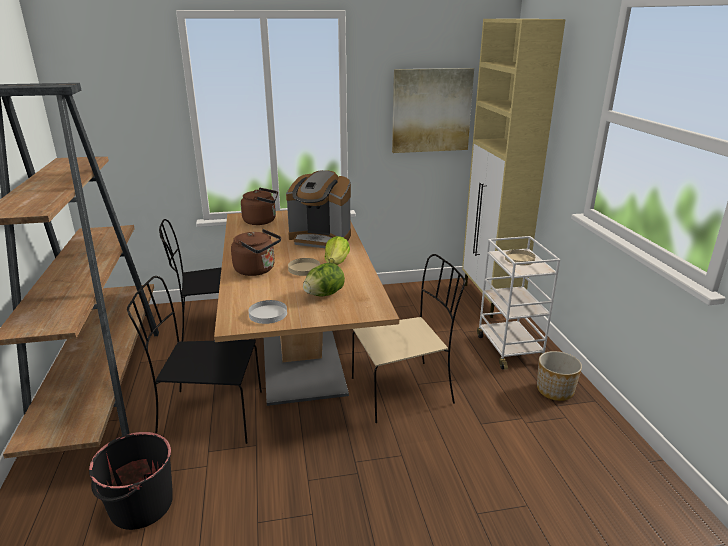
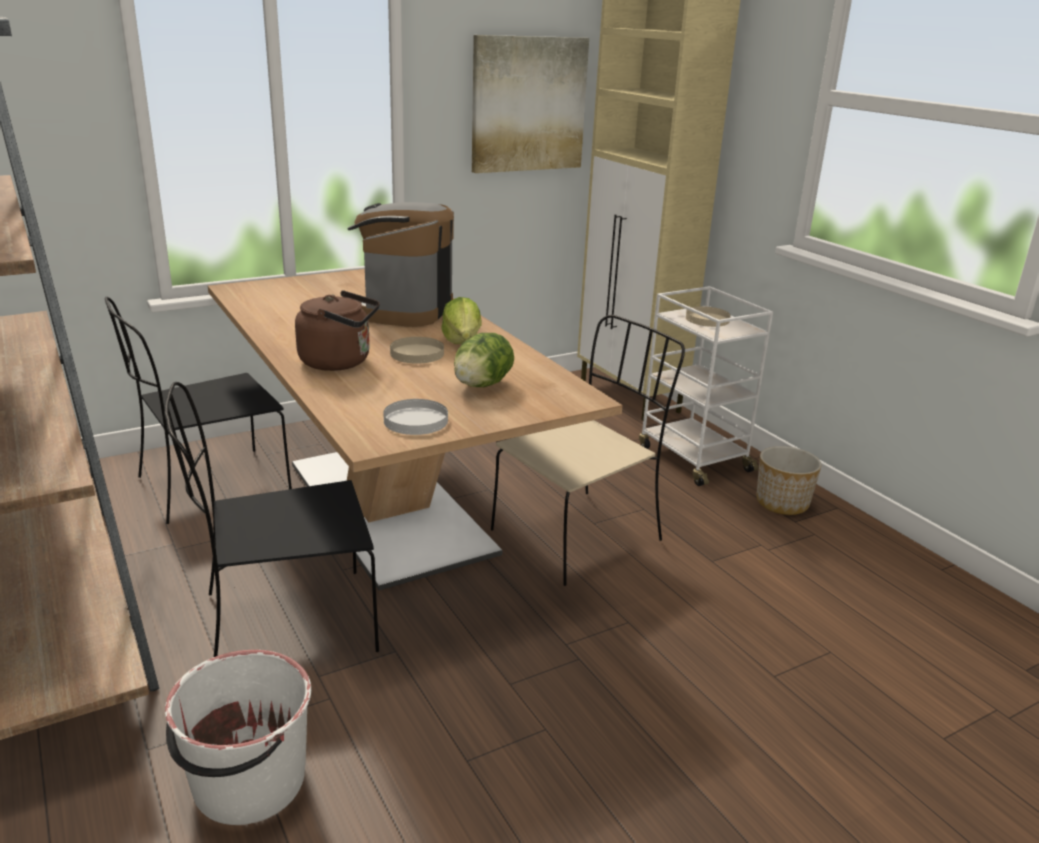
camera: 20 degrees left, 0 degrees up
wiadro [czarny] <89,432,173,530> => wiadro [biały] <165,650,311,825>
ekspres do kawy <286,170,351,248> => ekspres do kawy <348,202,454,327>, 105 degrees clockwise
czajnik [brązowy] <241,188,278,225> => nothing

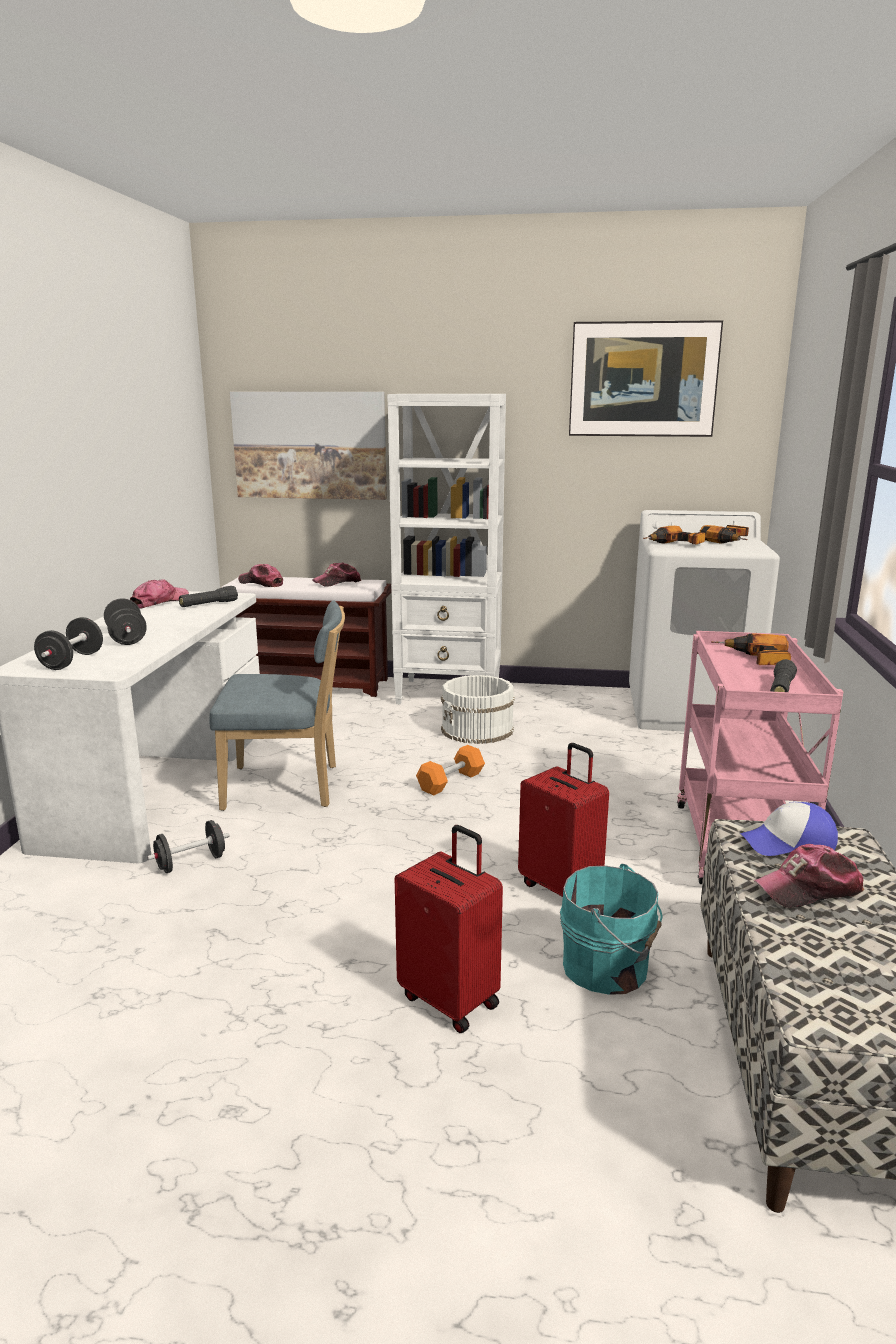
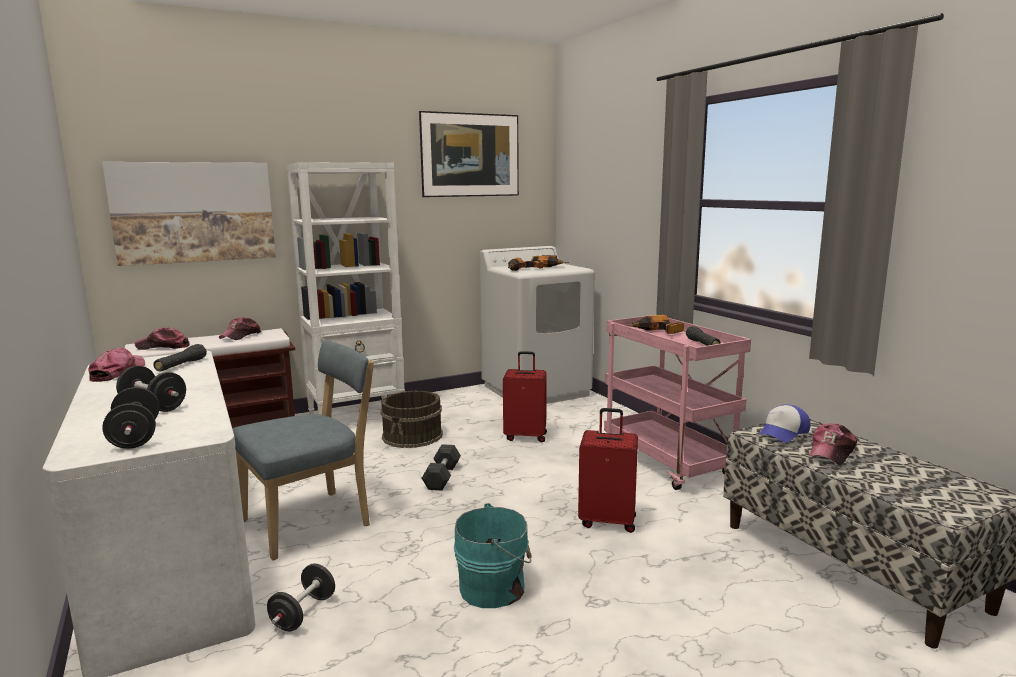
camera: 35 degrees left, 5 degrees down
wiadro [biały] <441,675,515,744> => wiadro [brązowy] <380,391,443,448>
hantel [pomarańczowy] <416,745,485,795> => hantel [szary] <421,444,461,490>
wiadro [turkusowy] <560,863,663,995> => wiadro [turkusowy] <454,503,532,608>, relocated
walizka [czerwony] <395,825,503,1033> => walizka [czerwony] <503,351,547,442>, relocated

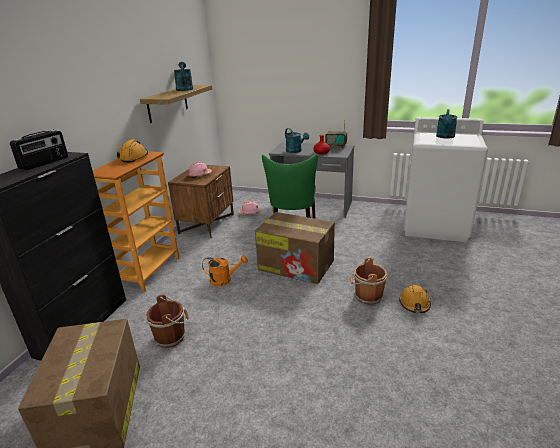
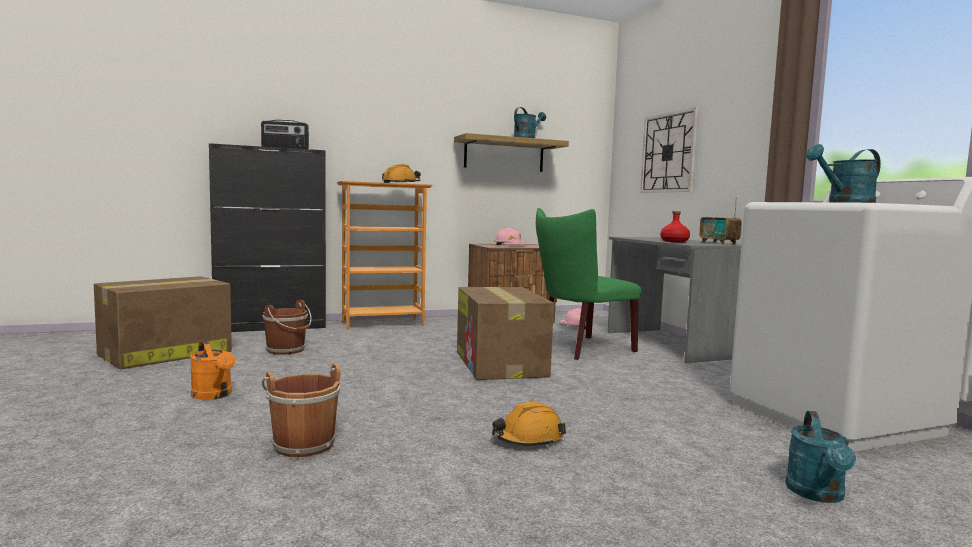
camera: 50 degrees right, 20 degrees down
konewka [pomarańczowy] <202,255,248,286> => konewka [pomarańczowy] <190,340,236,400>, relocated
wiadro [brązowy] <350,257,387,304> => wiadro [brązowy] <262,364,341,457>, relocated
nothing => zegar ścienny <640,107,698,193>
konewka [turkusowy] <285,128,309,153> => konewka [turkusowy] <785,411,856,503>, relocated

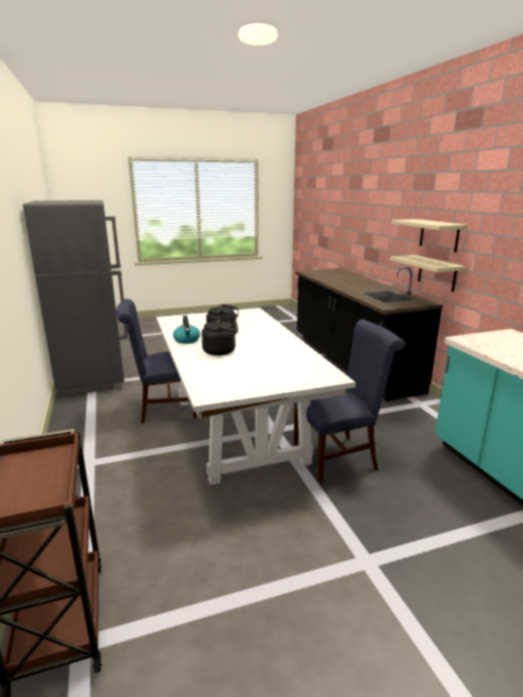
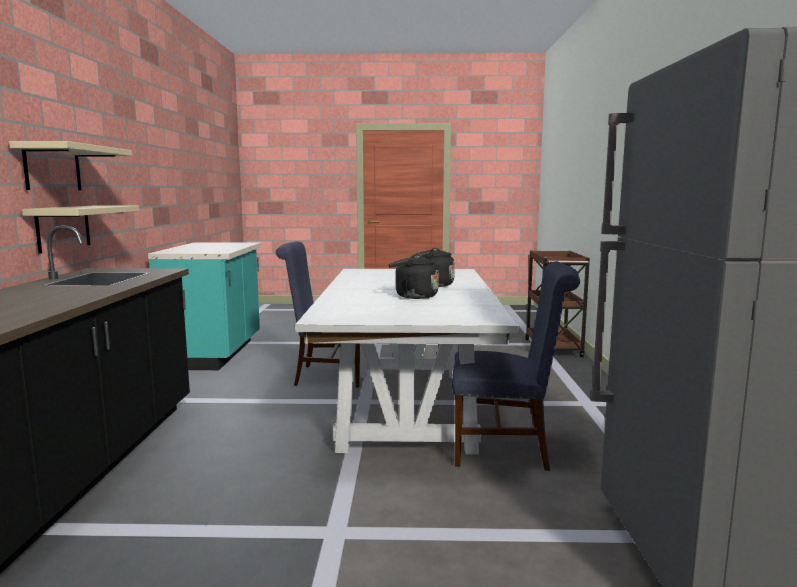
camera: 160 degrees left, 10 degrees down
czajnik <173,315,200,344> => nothing

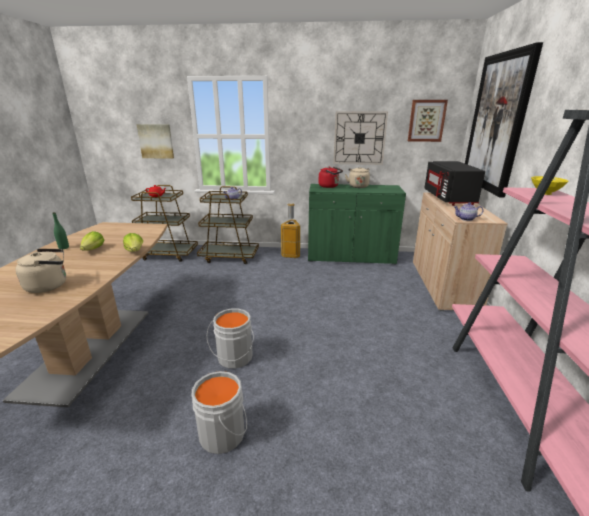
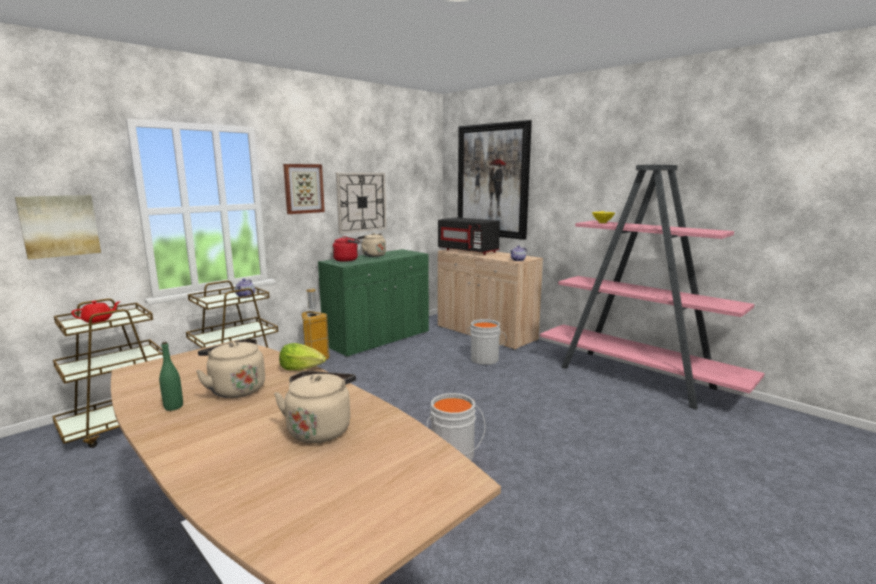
camera: 50 degrees left, 10 degrees down
sałata <80,231,105,250> => czajnik [beżowy] <196,339,265,398>
obraz <408,100,448,142> => obraz <283,164,325,214>, relocated
wiadro [szary] <192,371,247,454> => wiadro [szary] <467,319,507,365>, relocated

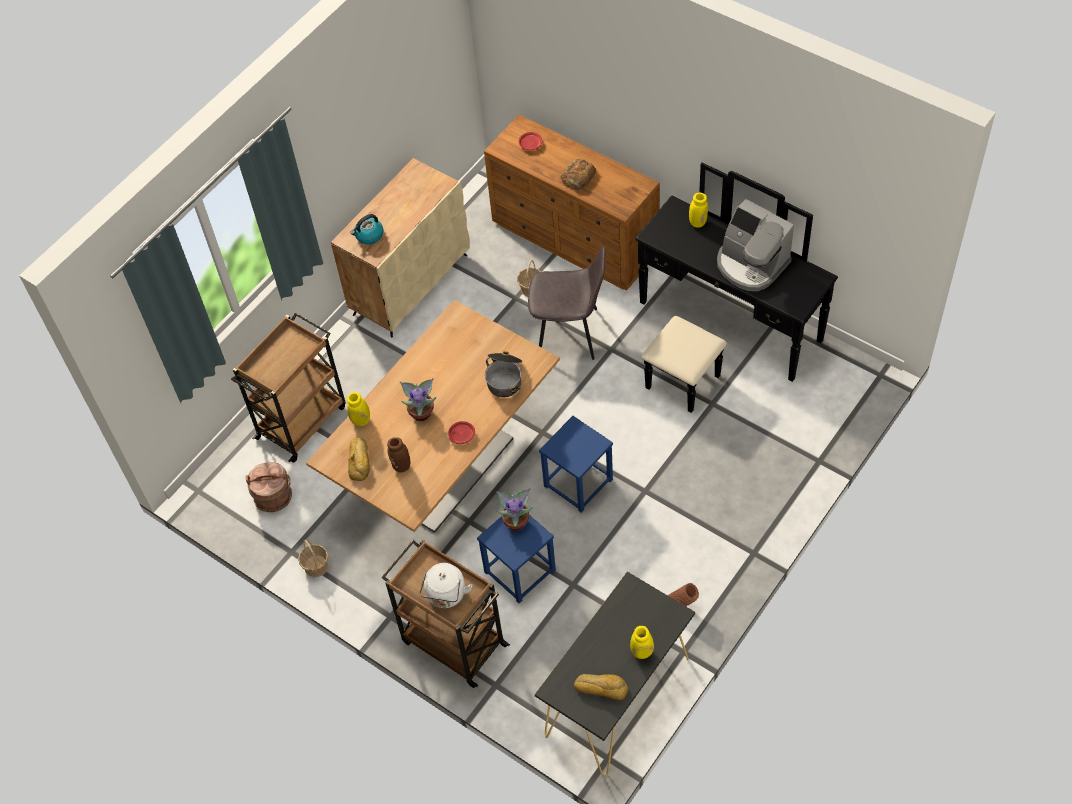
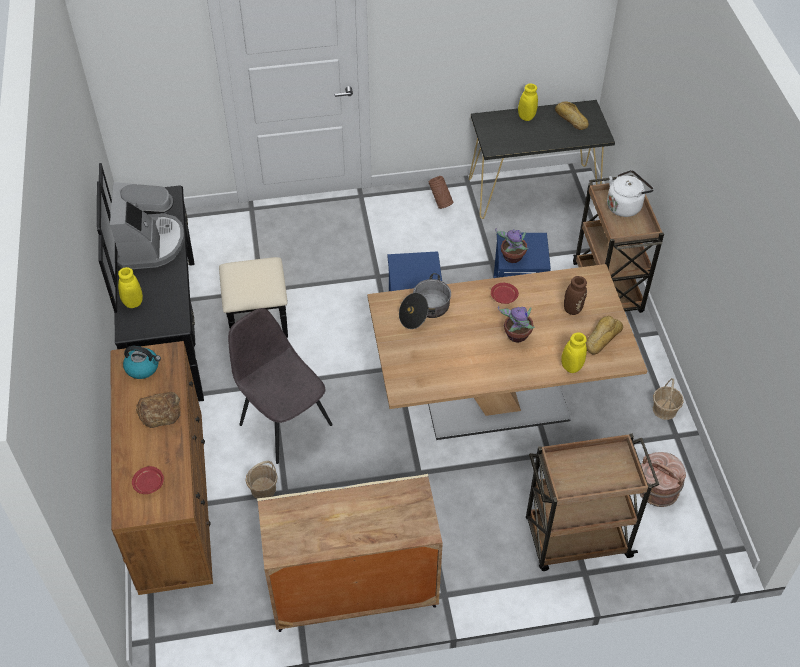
camera: 140 degrees left, 5 degrees down
czajnik <350,214,383,244> => czajnik <123,346,161,379>, relocated

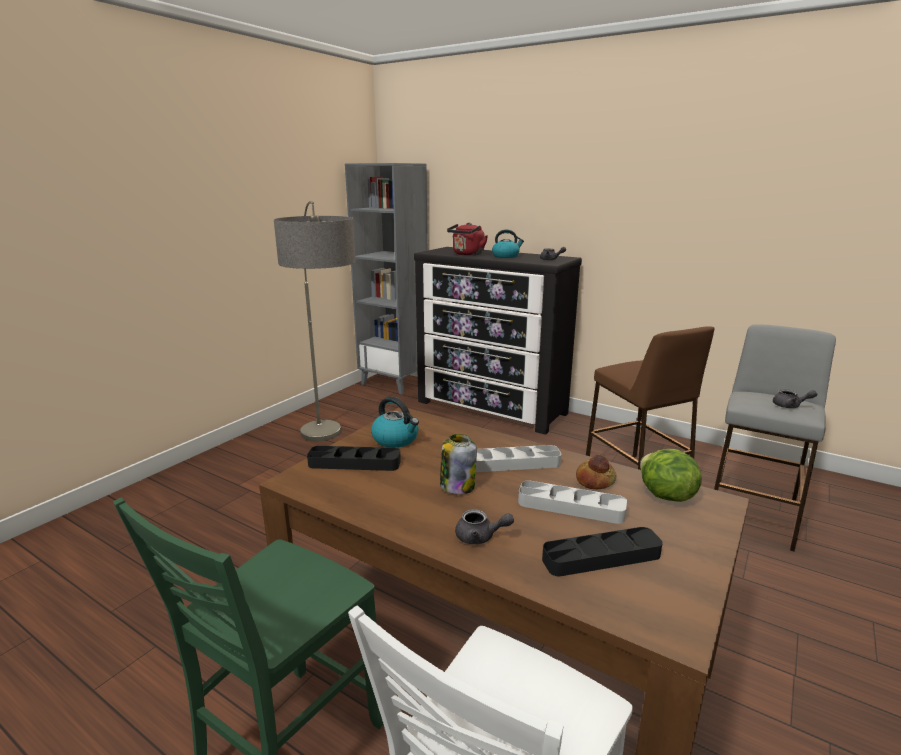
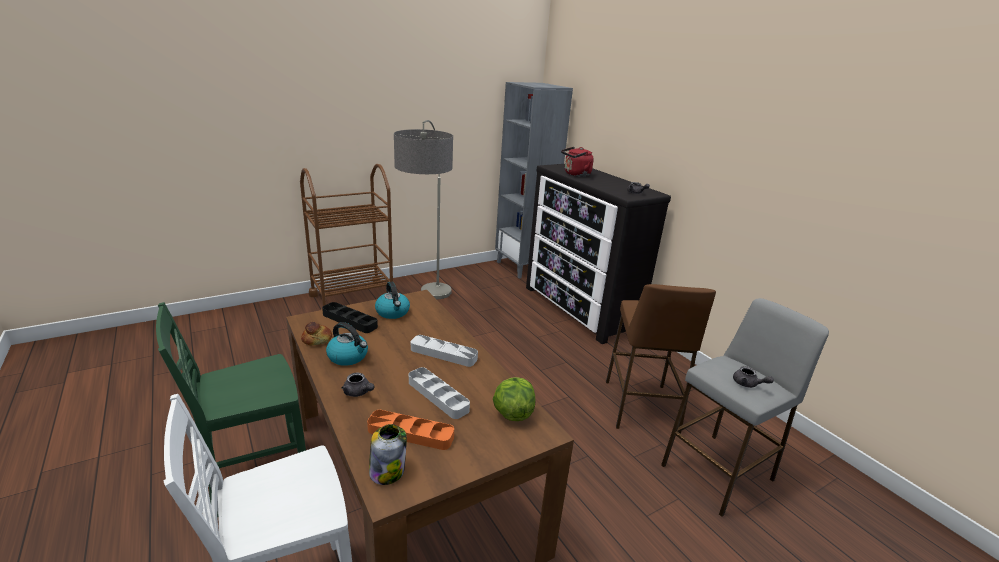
camera: 25 degrees right, 5 degrees up
nothing => wózek [brązowy] <300,164,393,310>
chleb <576,454,617,489> => chleb <301,322,332,345>, relocated
czajnik <492,229,524,258> => czajnik <326,322,368,366>, relocated
taca [czarny] <542,527,663,576> => taca [pomarańczowy] <367,410,454,450>
słoik <440,434,477,494> => słoik <369,424,407,485>, relocated

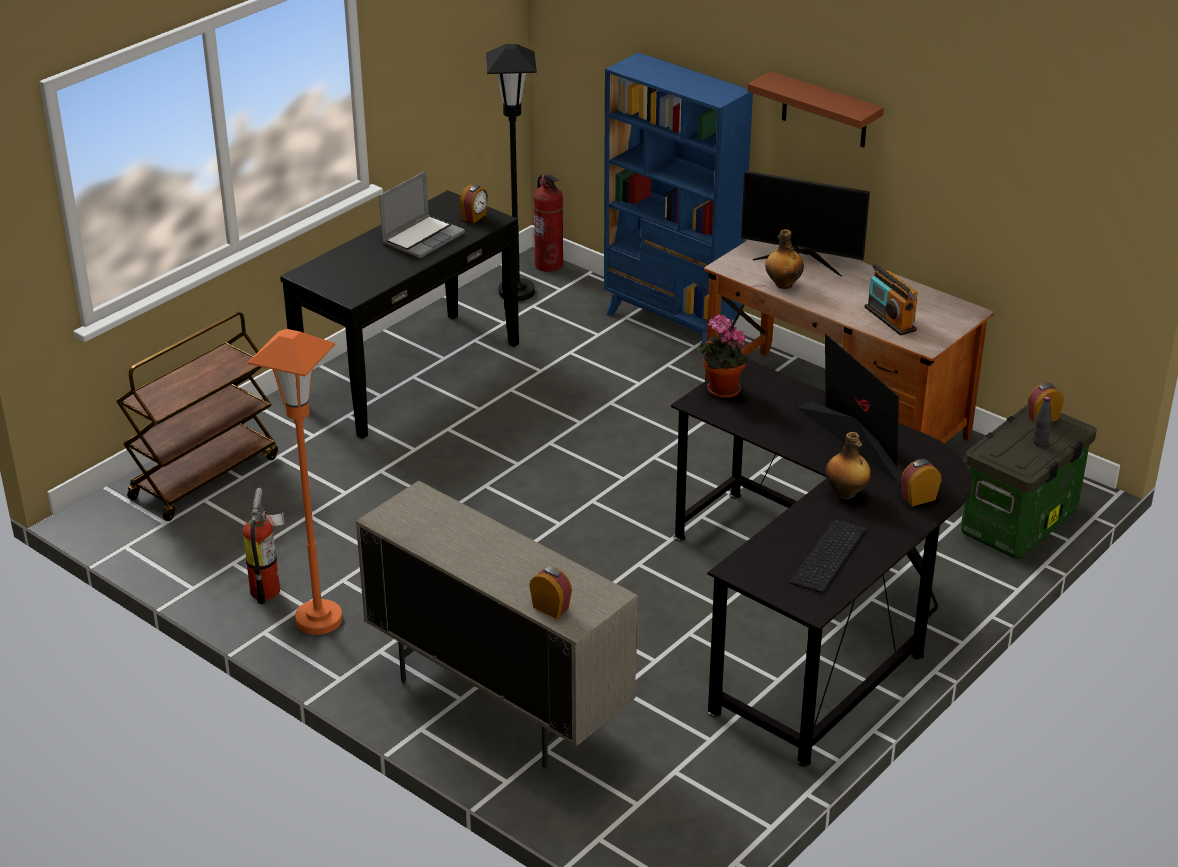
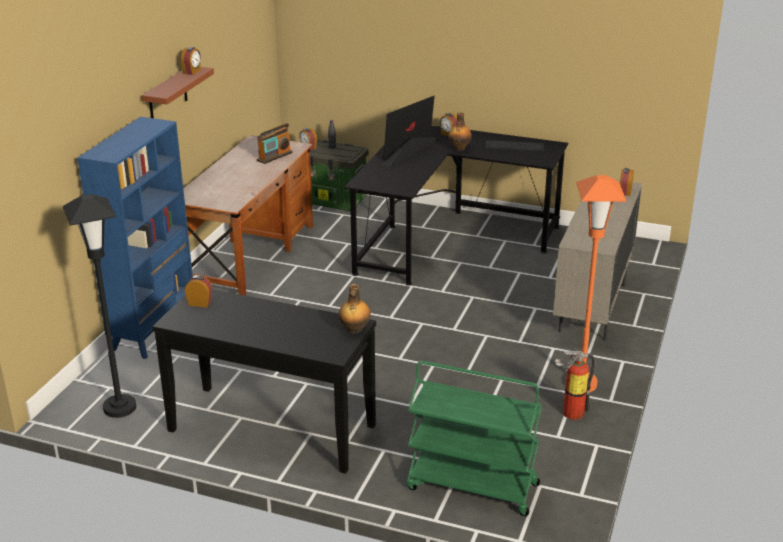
camera: 110 degrees left, 5 degrees down
nothing => budzik <181,47,201,75>
butelka <765,229,804,289> => butelka <339,284,371,334>, relocated
wózek [brązowy] <116,312,278,521> => wózek [zielony] <406,361,542,516>
laptop <379,171,465,258> => nothing
gaśnica <533,174,563,272> => nothing
roślina doniczkowa <699,315,749,398> => nothing
monitor <741,170,870,276> => nothing

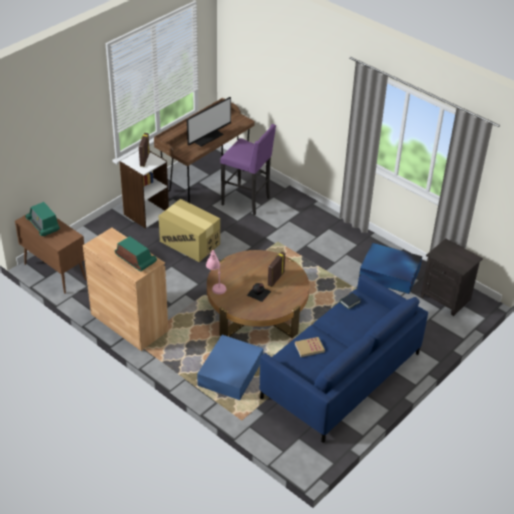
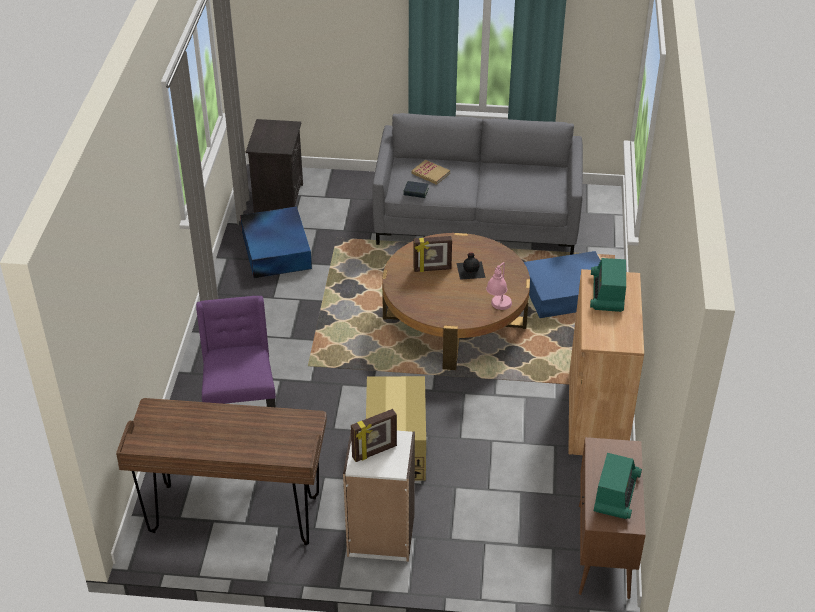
camera: 125 degrees left, 0 degrees up
kanapa [niebieski] <260,274,428,443> => kanapa [szary] <372,113,583,255>
książka <295,337,325,357> => książka <411,160,450,185>, relocated
monitor <187,97,231,147> => nothing

